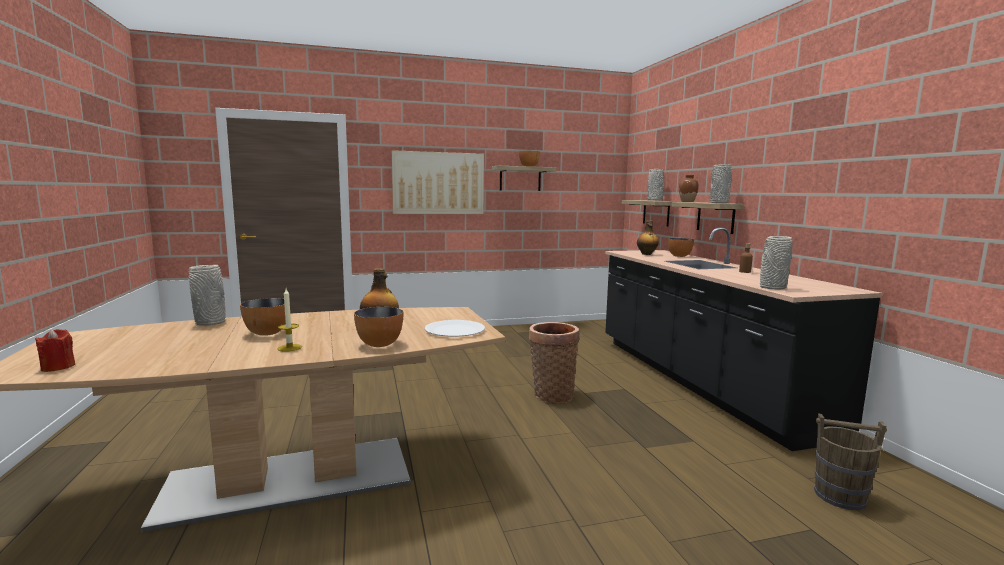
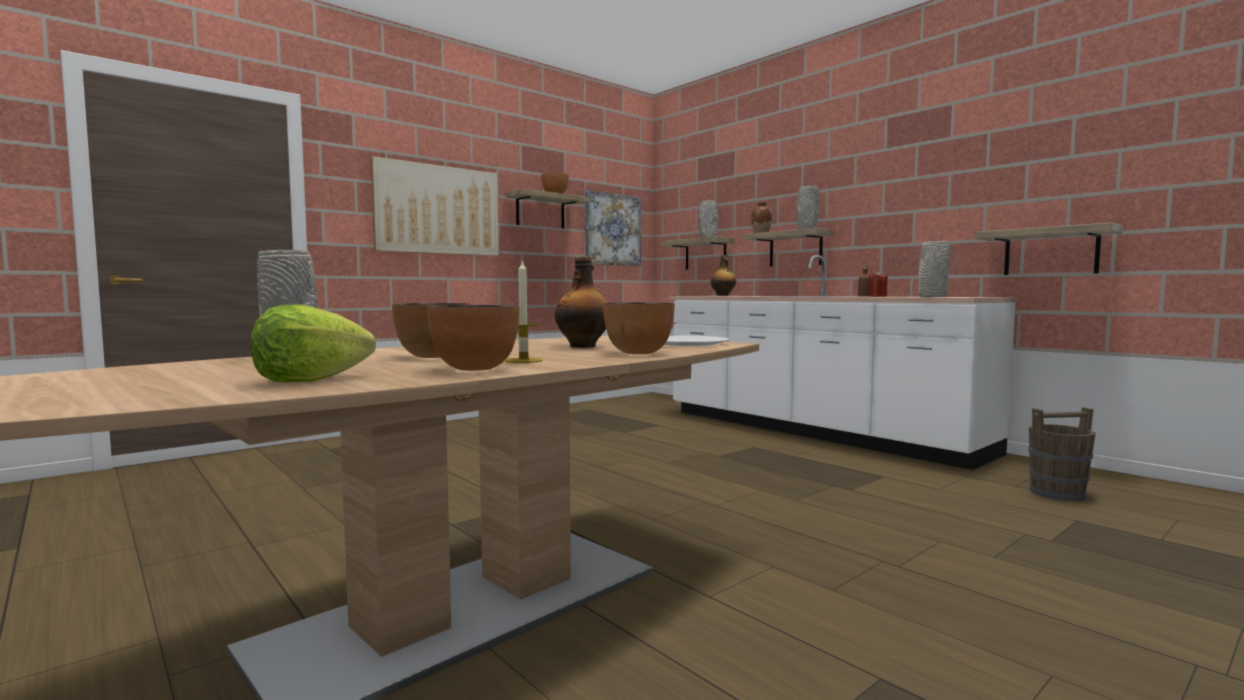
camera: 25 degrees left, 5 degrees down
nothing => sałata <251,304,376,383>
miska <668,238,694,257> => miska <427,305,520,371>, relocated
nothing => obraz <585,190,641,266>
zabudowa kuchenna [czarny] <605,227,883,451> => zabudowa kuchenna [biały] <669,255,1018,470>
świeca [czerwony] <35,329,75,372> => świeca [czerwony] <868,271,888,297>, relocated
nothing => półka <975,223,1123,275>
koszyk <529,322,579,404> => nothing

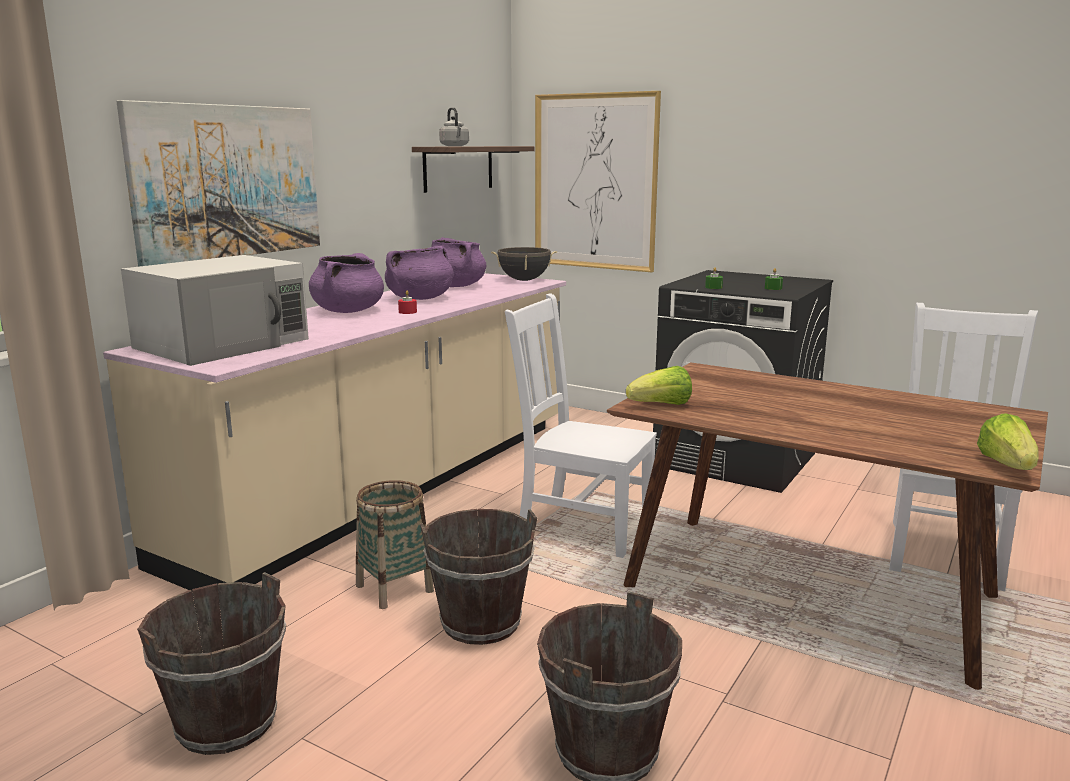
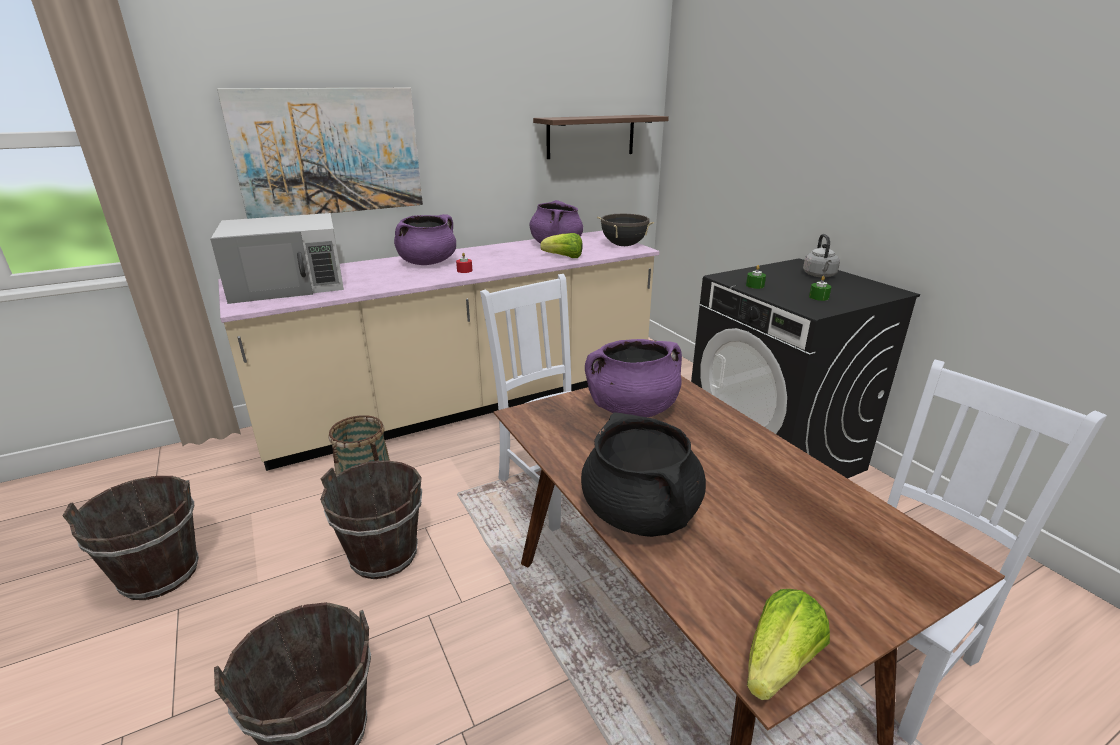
camera: 30 degrees right, 10 degrees up
sałata <626,366,692,405> => sałata <540,233,583,258>, relocated
nothing => garnek [czarny] <581,413,706,537>
garnek [fioletowy] <385,246,453,300> => garnek [fioletowy] <585,339,682,417>, relocated
czajnik [szary] <439,107,469,146> => czajnik [szary] <803,234,840,277>, relocated
obraz <535,91,661,272> => nothing

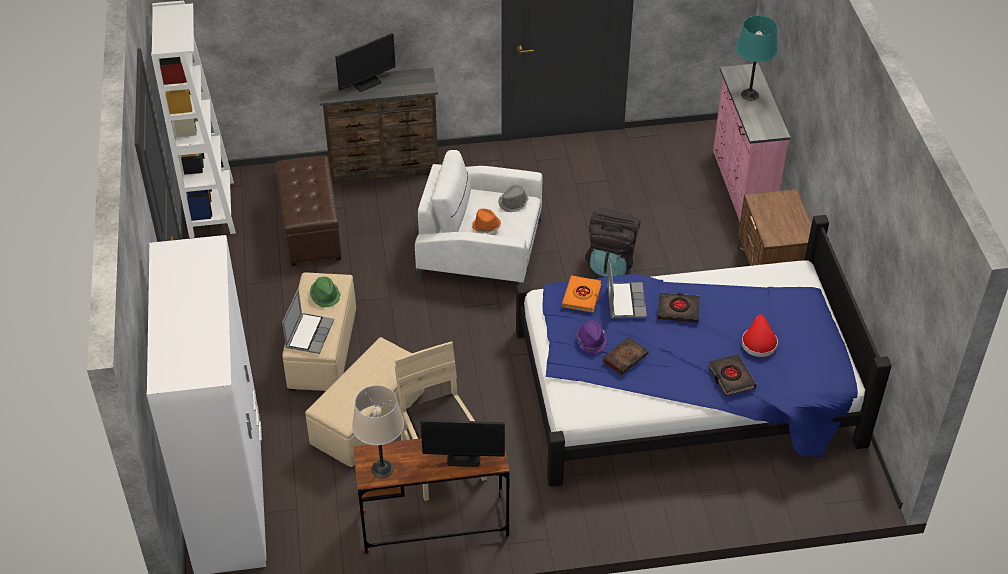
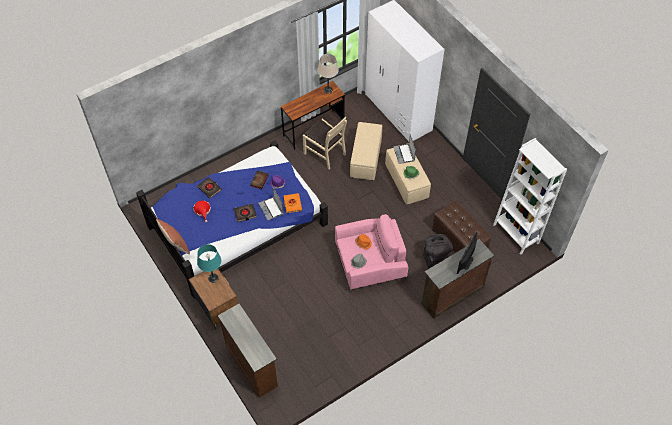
camera: 155 degrees right, 10 degrees up
nothing => poduszka <156,219,190,254>
lampa stołowa [turkusowy] <736,15,778,101> => lampa stołowa [turkusowy] <197,244,221,283>, relocated
komoda [różowy] <713,63,790,222> => komoda [brązowy] <218,304,278,398>
fotel [biały] <415,150,542,285> => fotel [różowy] <335,214,408,294>
plecak [czarny] <585,208,640,277> => plecak [czarny] <423,234,453,269>, relocated
monitor <421,419,505,467> => nothing

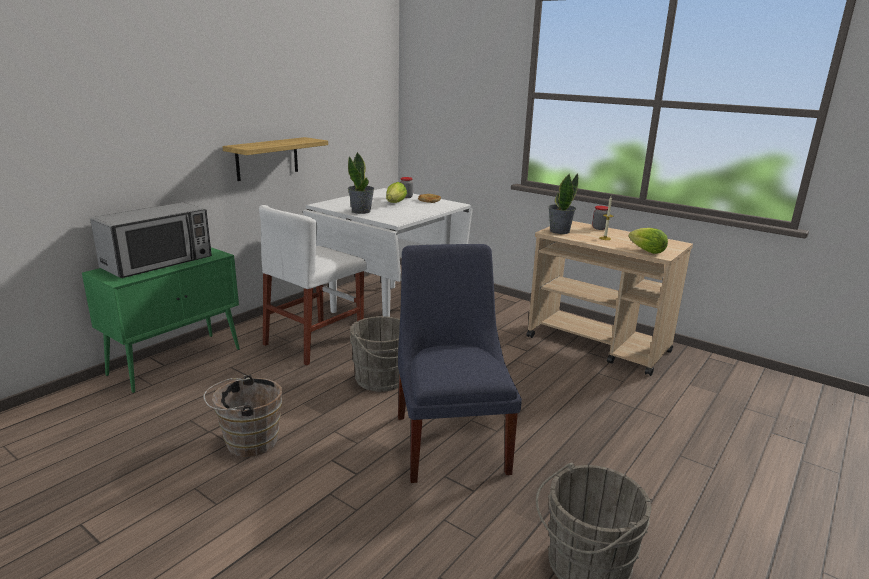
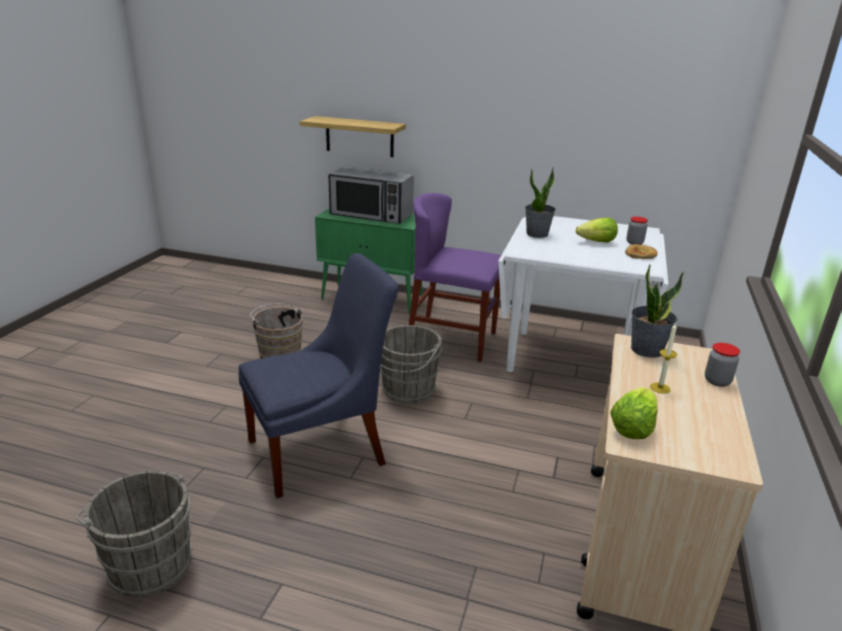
camera: 70 degrees right, 5 degrees up
półka <222,137,328,181> => półka <299,116,406,157>, relocated
krzesło [biały] <259,205,367,365> => krzesło [fioletowy] <409,193,501,362>

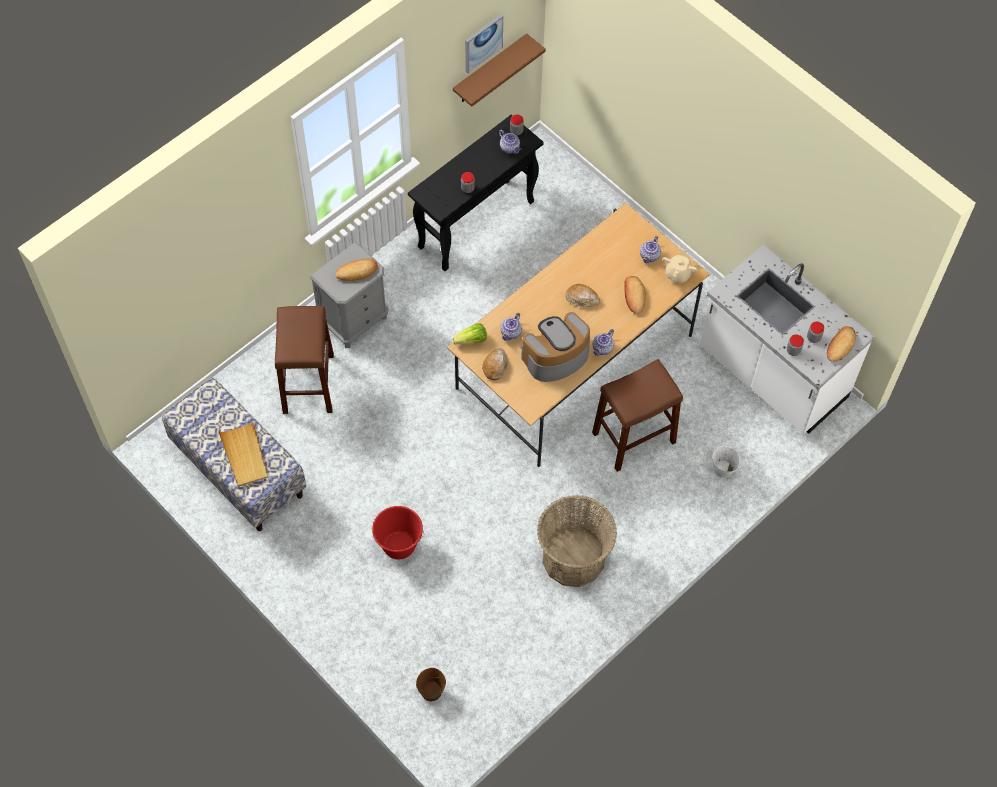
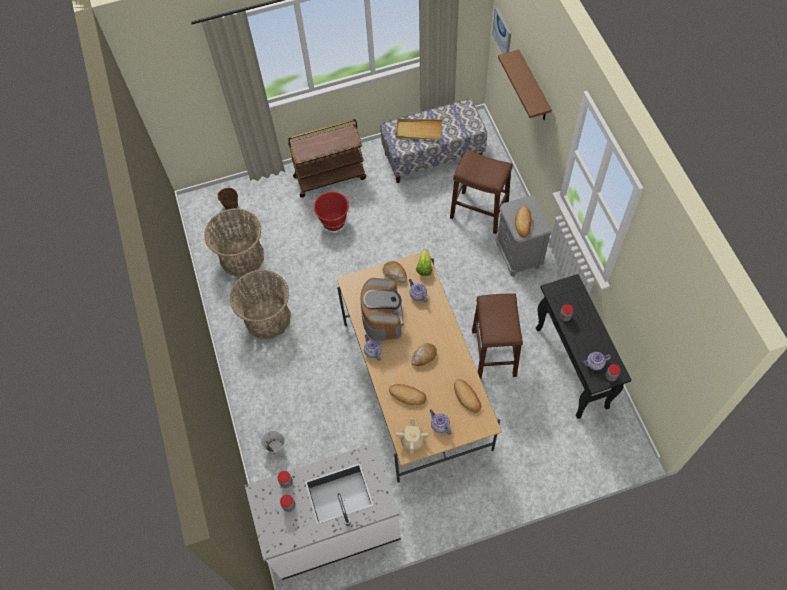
camera: 120 degrees right, 0 degrees up
nothing => koszyk <204,208,264,276>
nothing => wózek [brązowy] <288,119,366,198>
imbryk [beżowy] <663,248,698,284> => imbryk [beżowy] <396,417,429,453>, 135 degrees counterclockwise
chleb <827,326,856,362> => chleb <454,379,481,413>, relocated
stołek [brązowy] <592,359,683,472> => stołek [brązowy] <472,293,523,379>, relocated
obraz <465,14,503,73> => obraz <492,8,511,54>, relocated
półka [brązowy] <453,33,546,107> => półka [brązowy] <498,49,552,120>, relocated

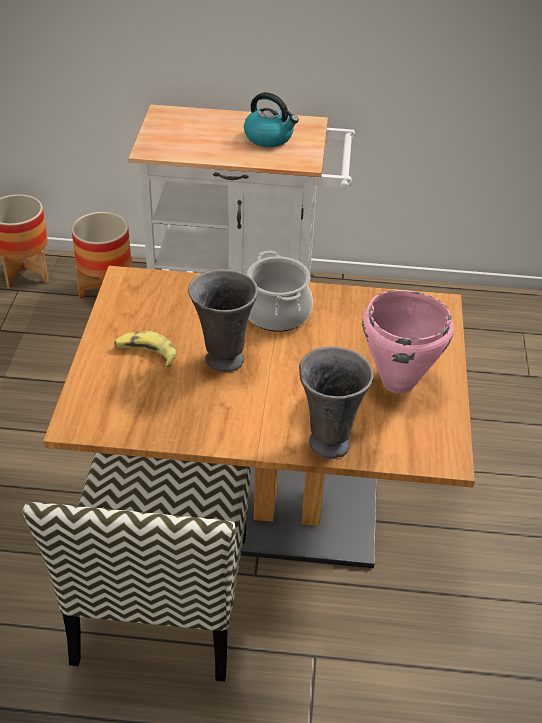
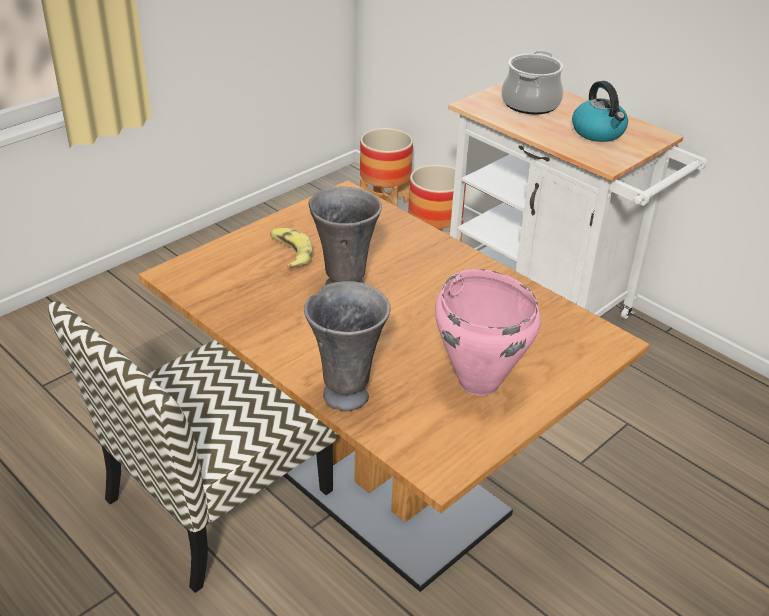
camera: 40 degrees right, 5 degrees down
garnek <247,251,313,332> => garnek <502,50,564,115>, relocated

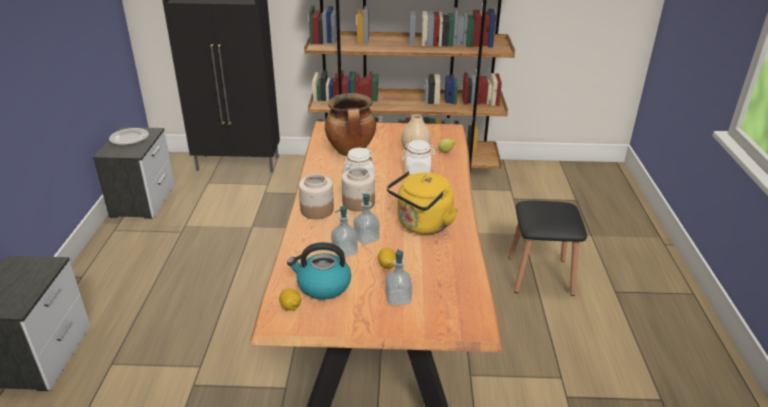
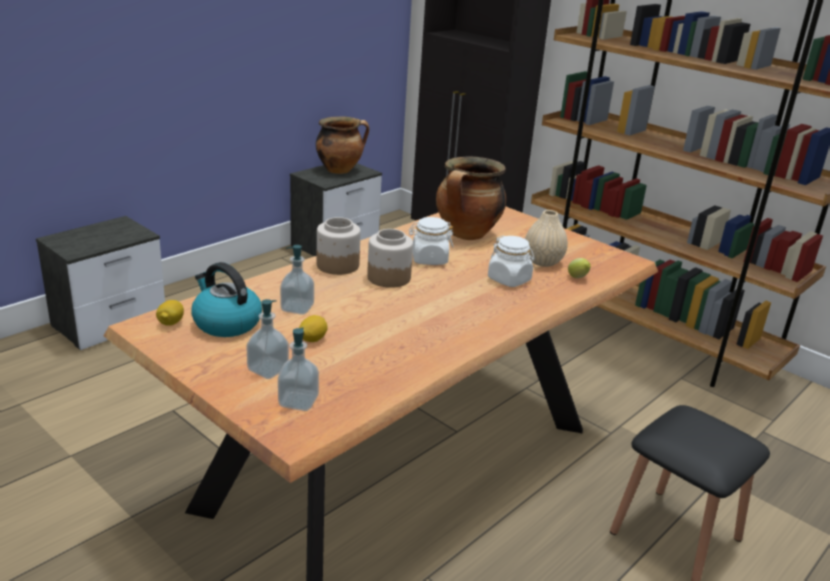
camera: 40 degrees right, 5 degrees down
dozownik mydła <353,194,380,245> => dozownik mydła <278,328,319,411>, relocated
talerz <109,128,149,145> => garnek <316,116,369,174>
czajnik [żółty] <387,171,458,234> => nothing

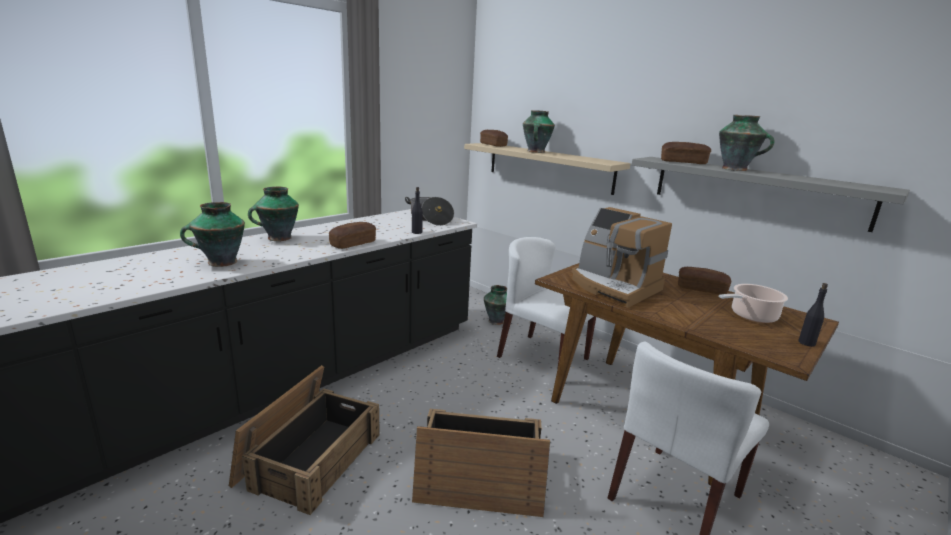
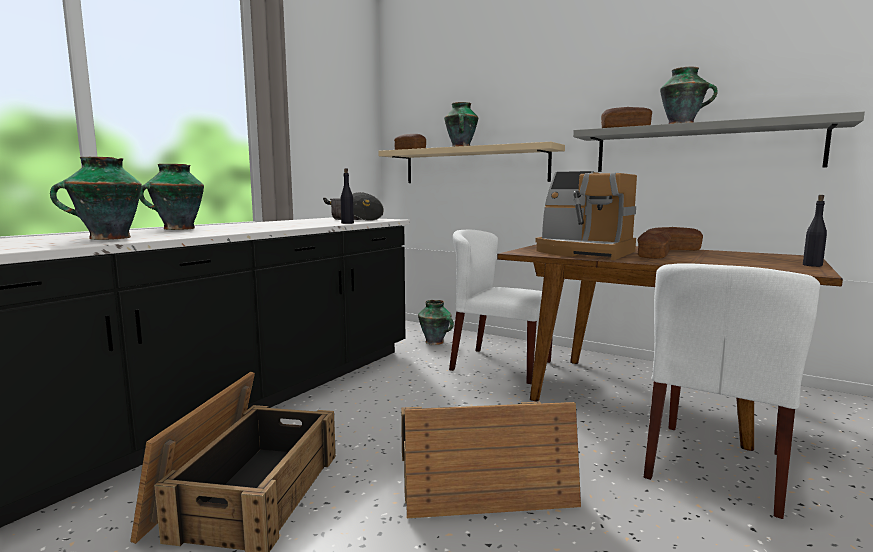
camera: 10 degrees left, 10 degrees down
chleb <329,222,376,249> => chleb <637,231,672,259>, relocated
garnek <719,284,788,323> => nothing

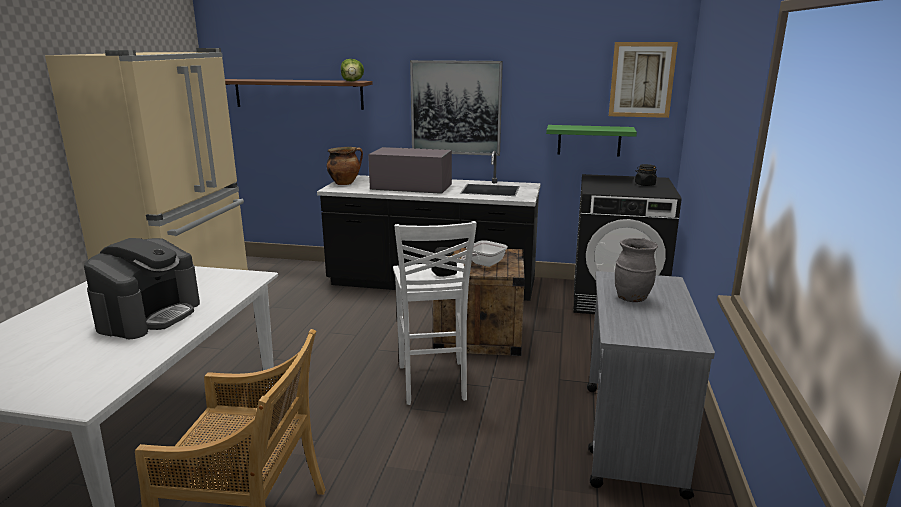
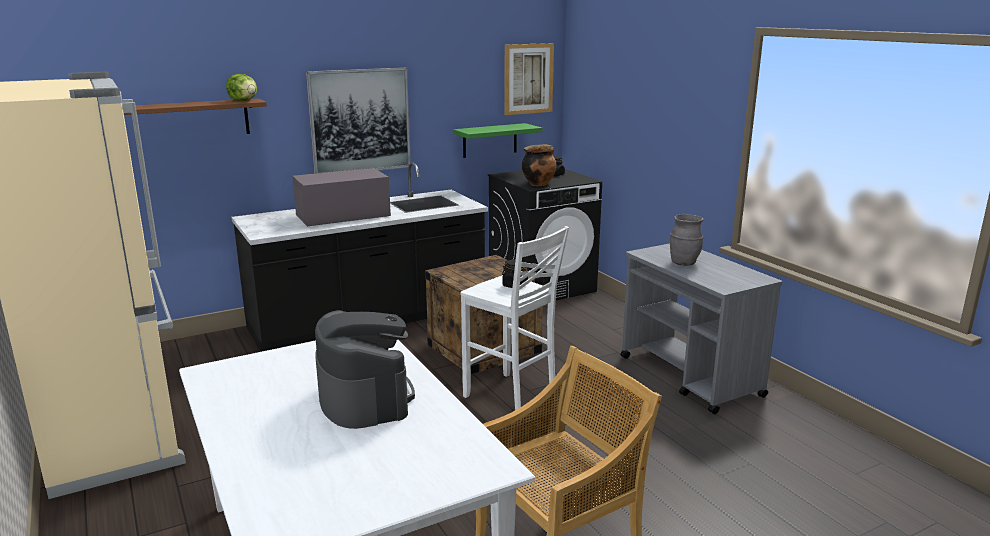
camera: 40 degrees left, 0 degrees up
garnek <327,147,363,185> => garnek <522,144,557,186>, relocated
patelnia <461,240,508,267> => nothing

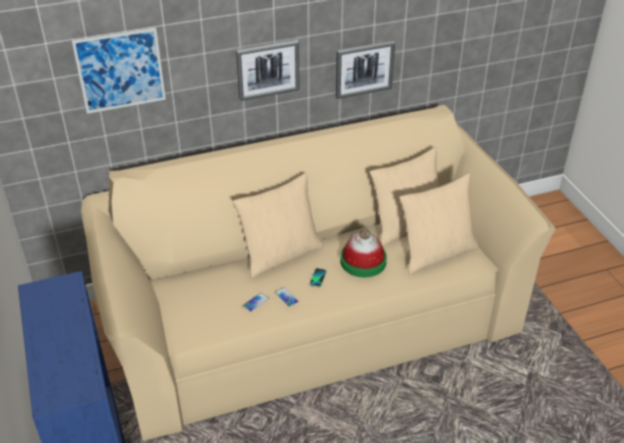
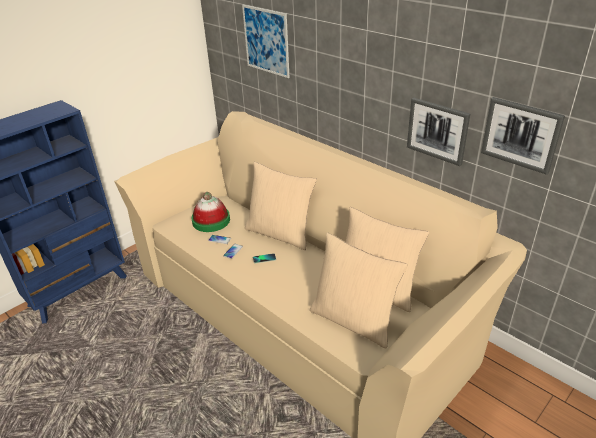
camera: 65 degrees right, 5 degrees down
kapelusz <340,229,387,277> => kapelusz <191,192,230,232>, relocated
obraz <236,40,300,101> => obraz <481,97,565,175>, relocated

